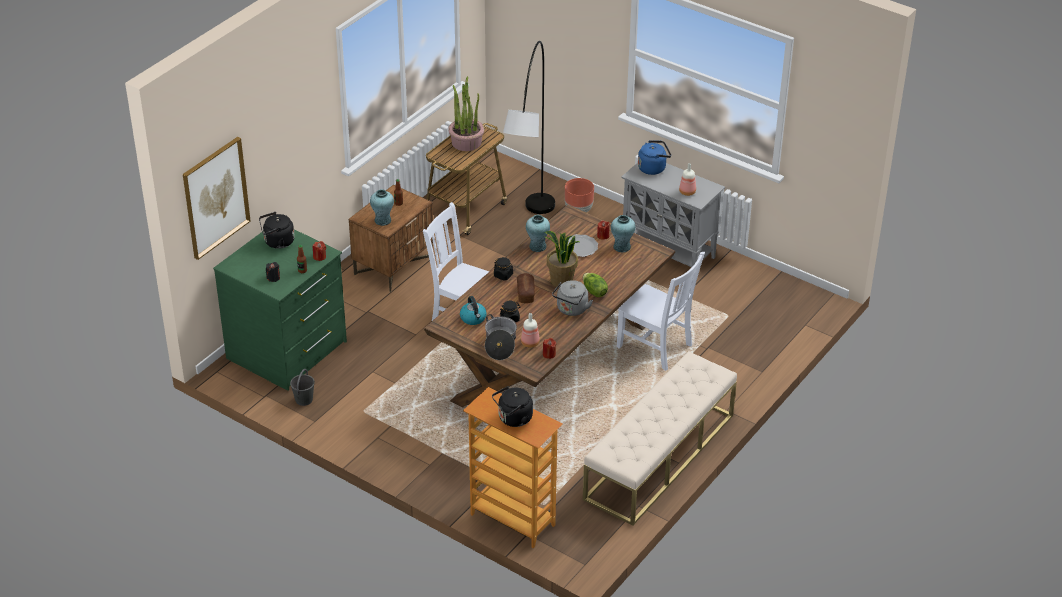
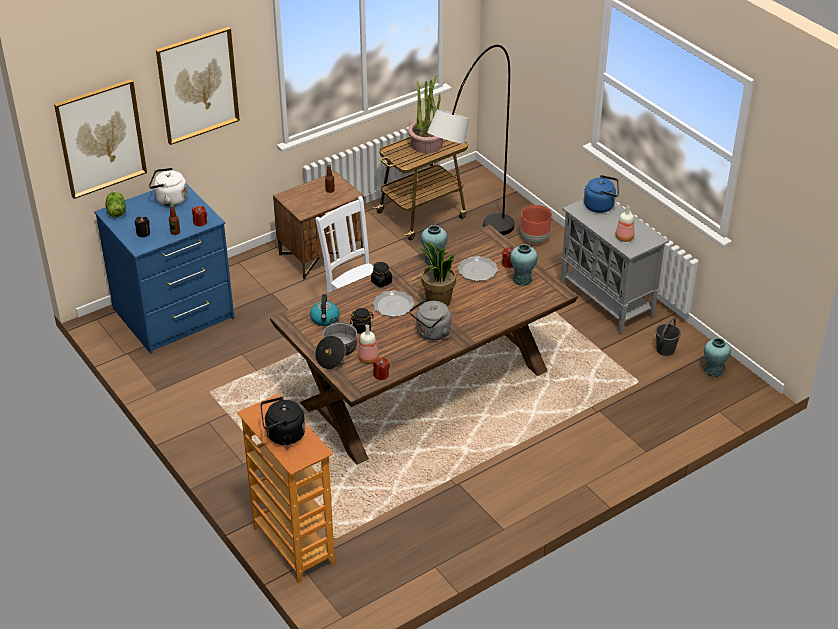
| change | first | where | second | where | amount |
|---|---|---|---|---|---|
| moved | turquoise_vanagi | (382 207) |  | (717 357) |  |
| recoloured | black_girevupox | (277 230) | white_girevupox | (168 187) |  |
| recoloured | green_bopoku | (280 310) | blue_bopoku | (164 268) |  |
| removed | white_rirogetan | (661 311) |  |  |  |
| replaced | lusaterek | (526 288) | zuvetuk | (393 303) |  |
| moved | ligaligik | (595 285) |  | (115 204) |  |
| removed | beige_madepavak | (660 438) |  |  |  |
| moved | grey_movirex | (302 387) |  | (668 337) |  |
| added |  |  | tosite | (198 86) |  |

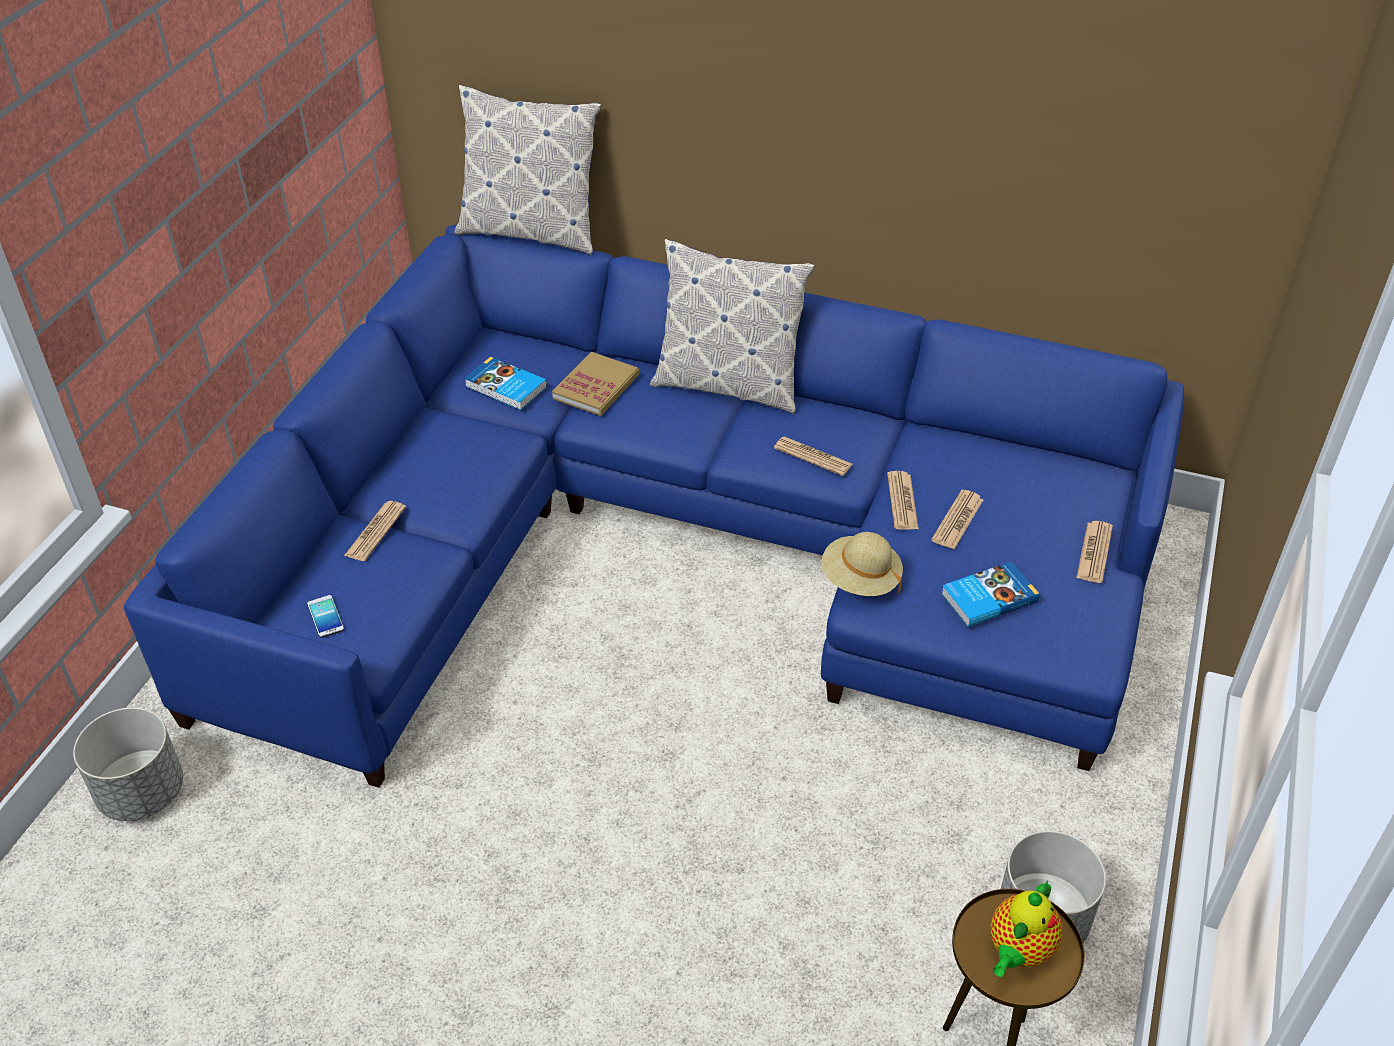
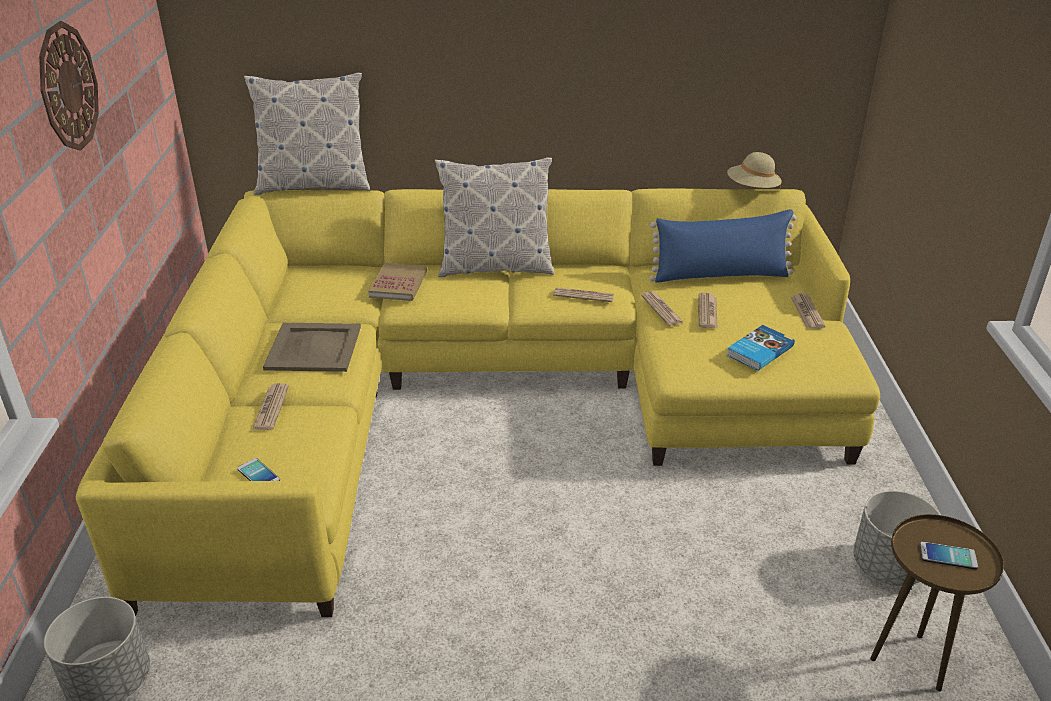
| change | first | where | second | where | amount |
|---|---|---|---|---|---|
| recoloured | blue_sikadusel | (654 506) | yellow_sikadusel | (478 402) |  |
| removed | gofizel | (505 383) |  |  |  |
| moved | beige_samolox | (862 564) |  | (754 170) |  |
| replaced | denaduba | (1026 929) | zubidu | (949 555) |  |
| added |  |  | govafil | (69 85) |  |
| added |  |  | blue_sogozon | (722 246) |  |
| added |  |  | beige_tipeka | (312 347) |  |

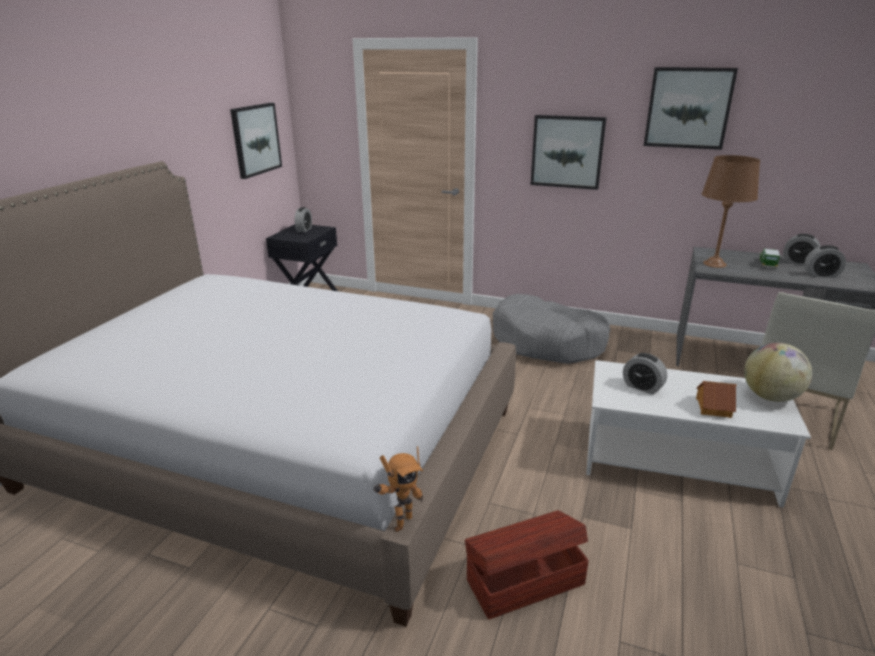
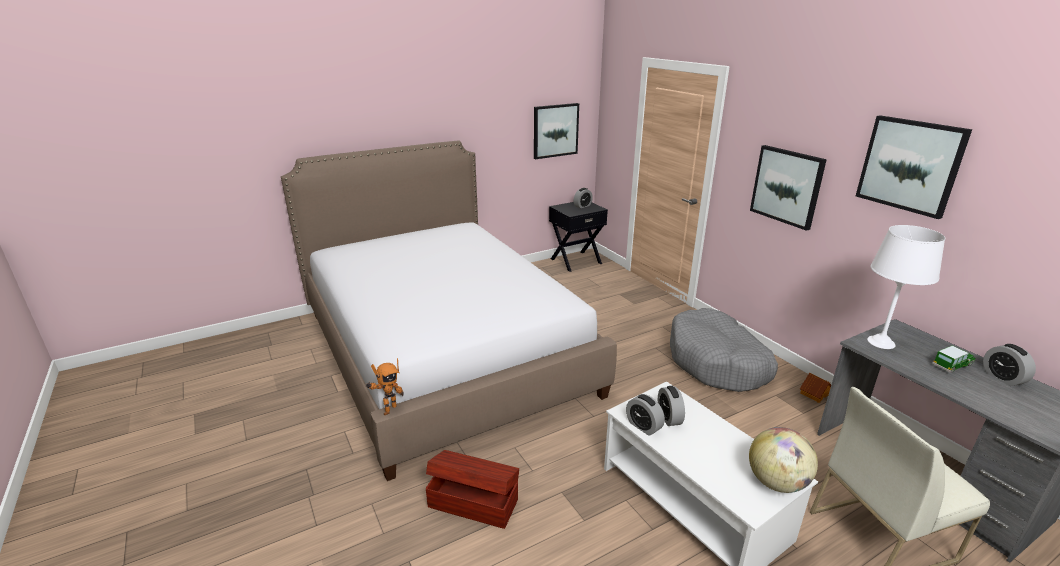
| change | first | where | second | where | amount |
|---|---|---|---|---|---|
| recoloured | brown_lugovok | (731 211) | white_lugovok | (906 287) |  |
| moved | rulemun | (825 261) |  | (645 415) |  |
| moved | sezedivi | (716 399) |  | (815 388) |  |
| turned | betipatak | (398 489) |  | (384 386) | 45 degrees counterclockwise |

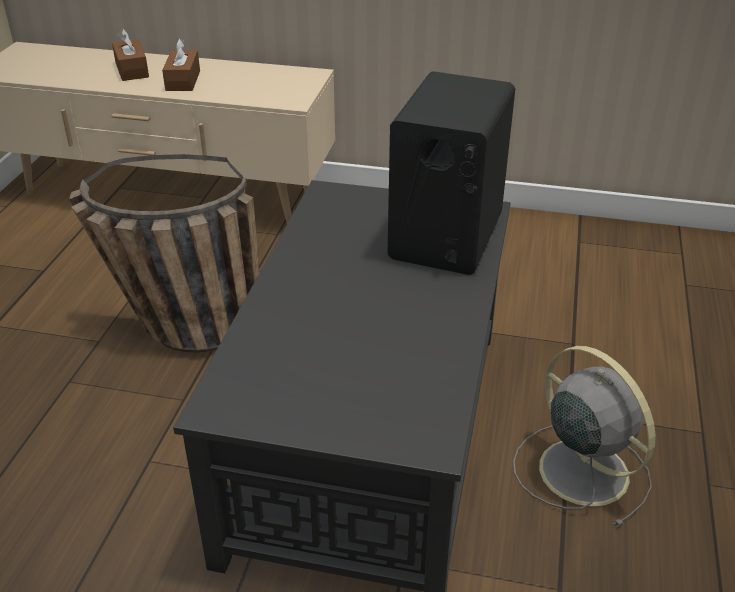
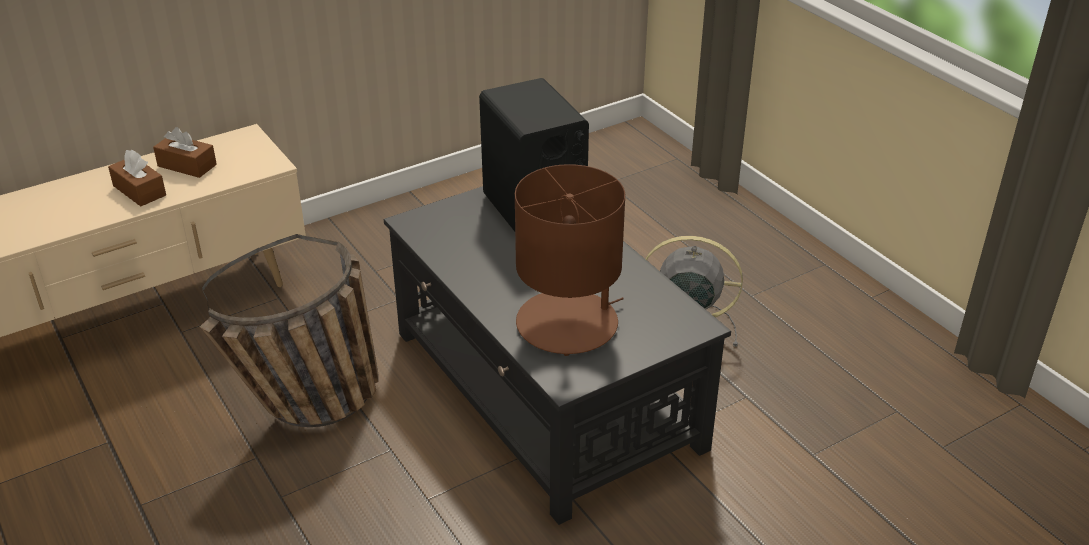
| change | first | where | second | where | amount |
|---|---|---|---|---|---|
| moved | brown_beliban | (130 55) |  | (185 152) |  |
| added |  |  | brown_lugovok | (570 260) |  |

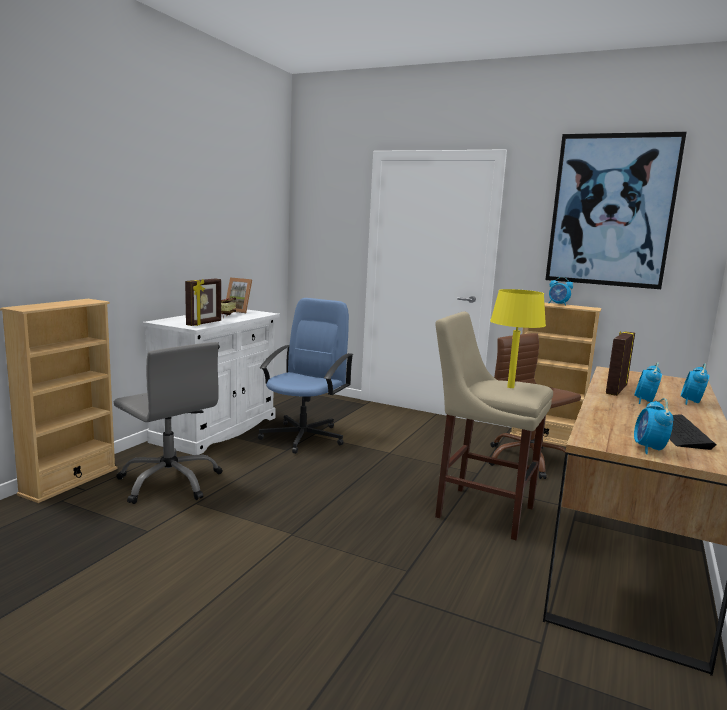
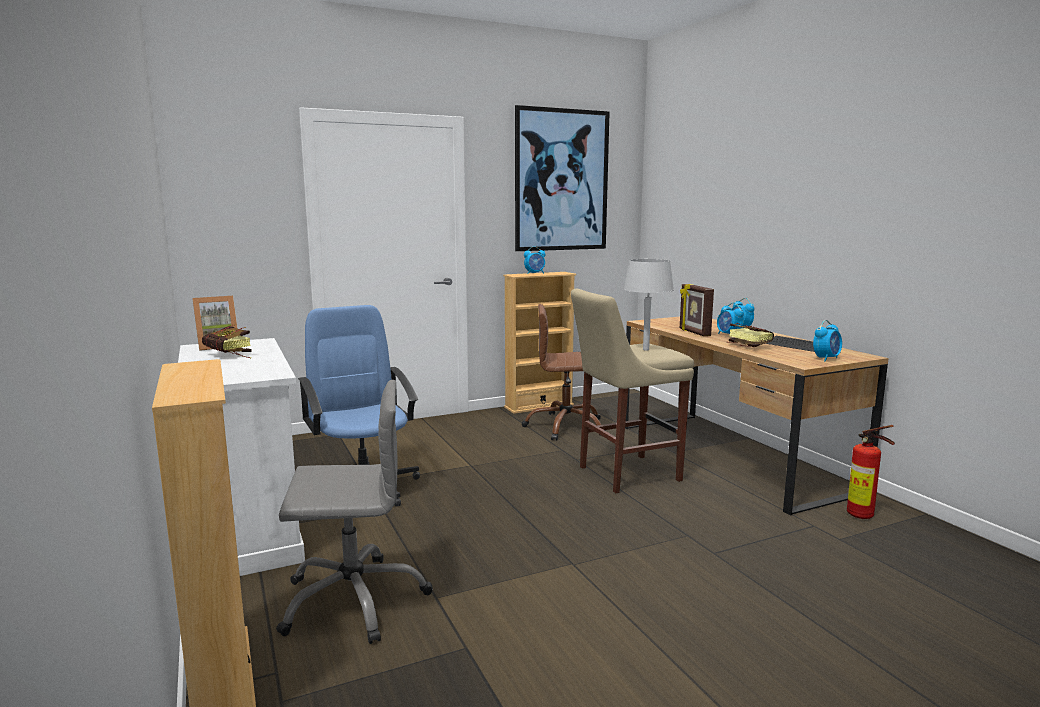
| change | first | where | second | where | amount |
|---|---|---|---|---|---|
| removed | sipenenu | (203 302) |  |  |  |
| recoloured | yellow_lugovok | (518 338) | grey_lugovok | (648 305) |  |
| turned | rulemun | (653 426) |  | (827 340) | 90 degrees counterclockwise |
| added |  |  | gofizel | (750 335) |  |
| added |  |  | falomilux | (871 472) |  |

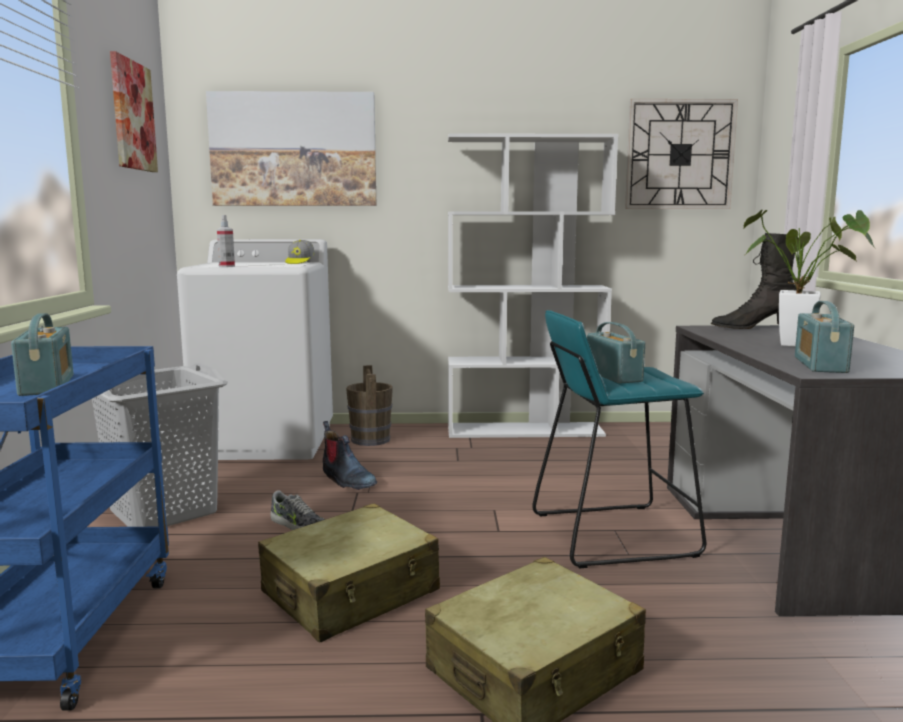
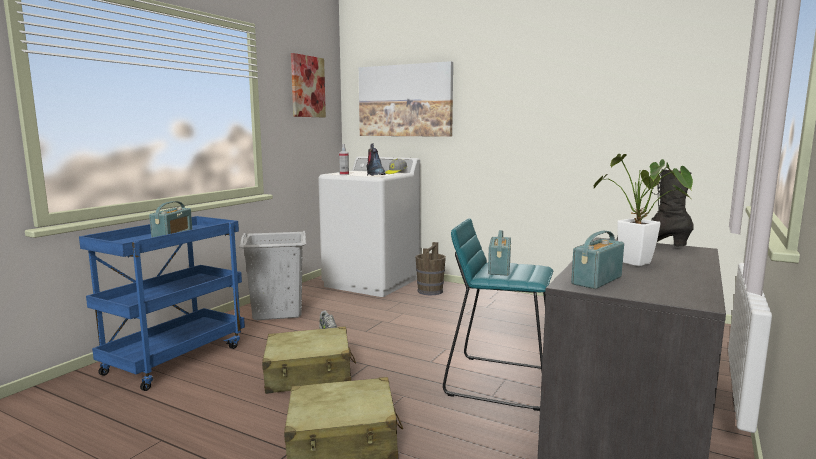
| change | first | where | second | where | amount |
|---|---|---|---|---|---|
| removed | govafil | (681 154) |  |  |  |
| removed | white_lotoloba | (533 285) |  |  |  |
| moved | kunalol | (350 455) |  | (376 160) |  |

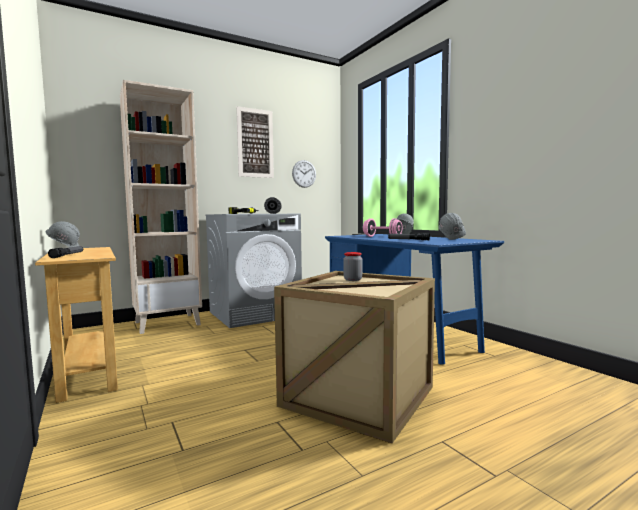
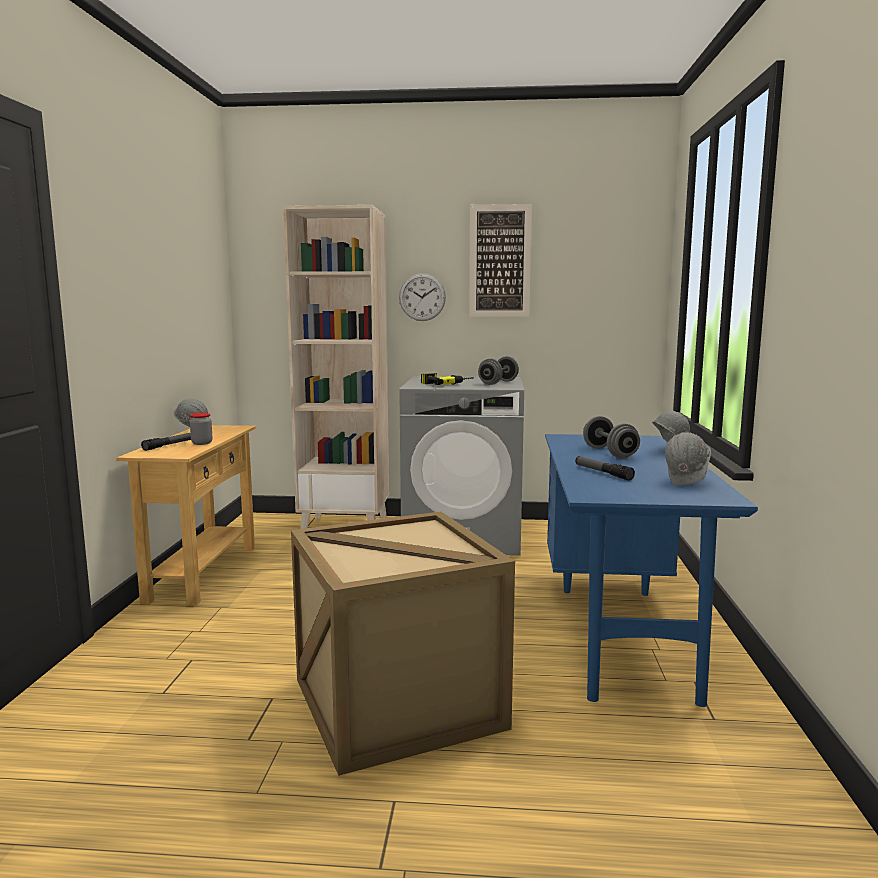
| change | first | where | second | where | amount |
|---|---|---|---|---|---|
| moved | govafil | (304 174) |  | (422 297) |  |
| recoloured | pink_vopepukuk | (383 227) | grey_vopepukuk | (611 437) |  |
| moved | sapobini | (352 266) |  | (201 429) |  |

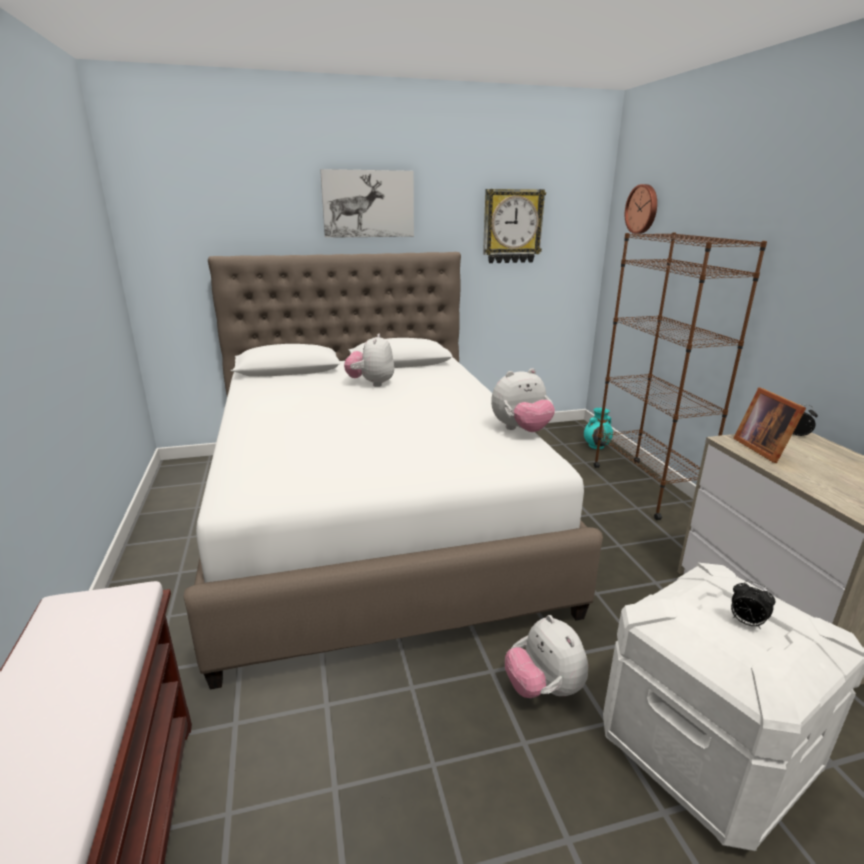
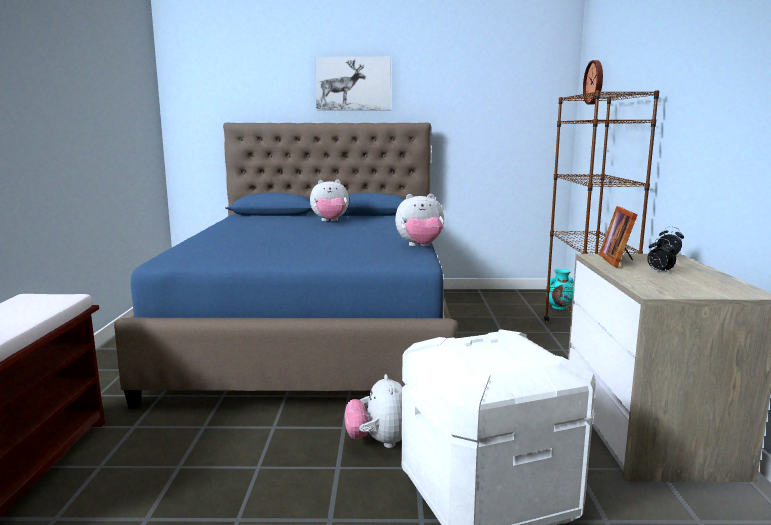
| change | first | where | second | where | amount |
|---|---|---|---|---|---|
| removed | govafil | (514 226) |  |  |  |
| recoloured | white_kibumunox | (393 470) | blue_kibumunox | (285 266) |  |
| turned | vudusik | (369 360) |  | (329 200) | 120 degrees counterclockwise |
| moved | rulemun | (753 605) |  | (661 256) |  |

